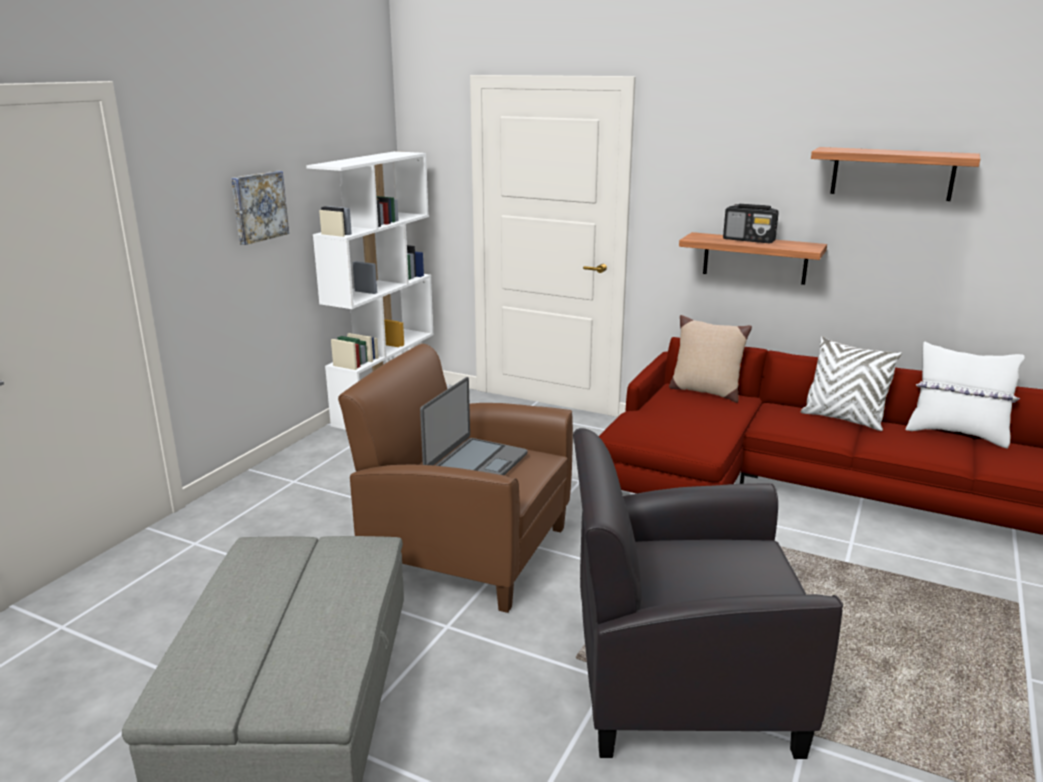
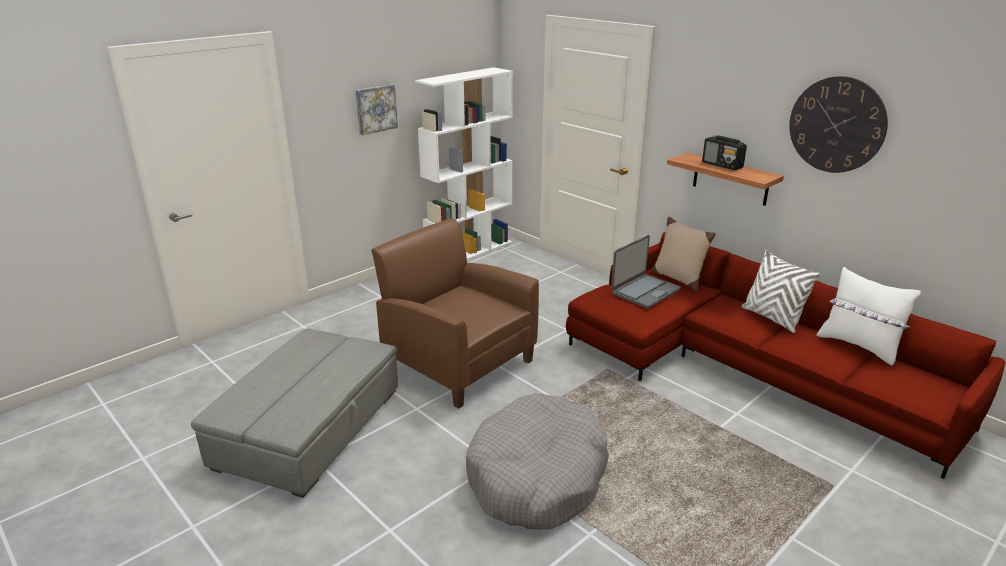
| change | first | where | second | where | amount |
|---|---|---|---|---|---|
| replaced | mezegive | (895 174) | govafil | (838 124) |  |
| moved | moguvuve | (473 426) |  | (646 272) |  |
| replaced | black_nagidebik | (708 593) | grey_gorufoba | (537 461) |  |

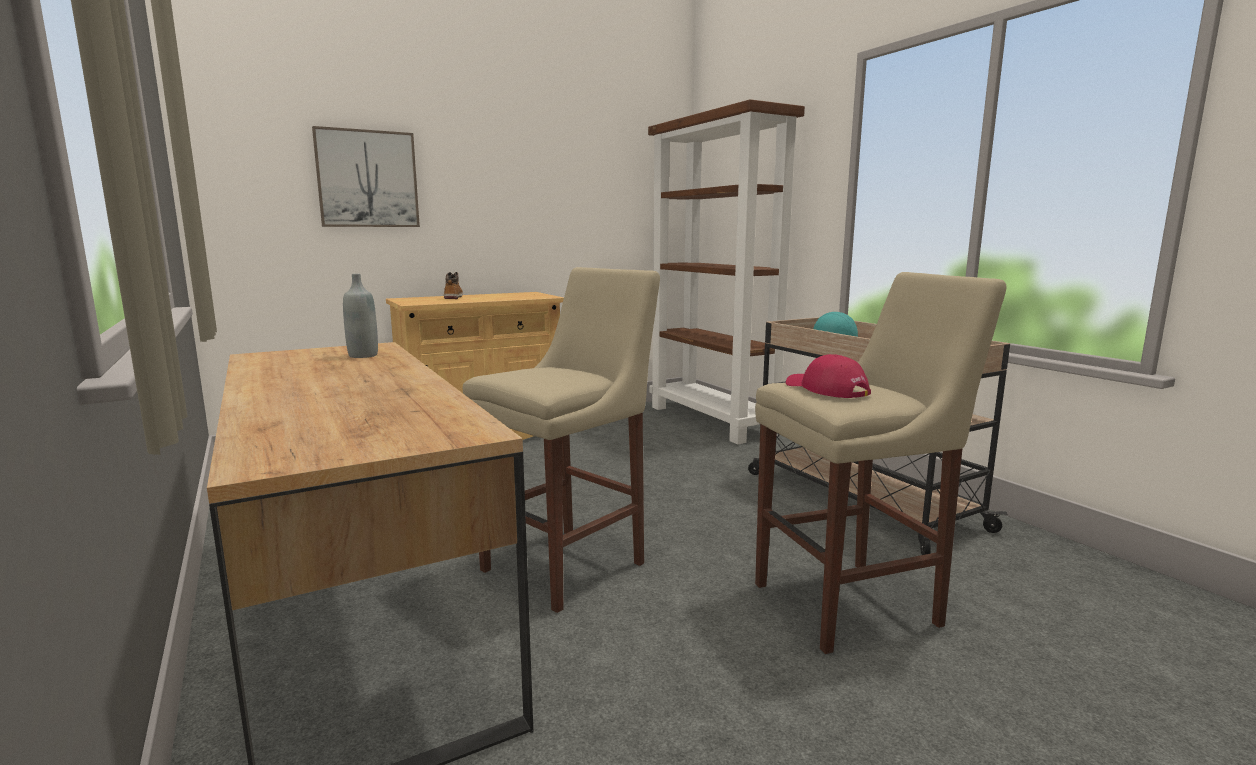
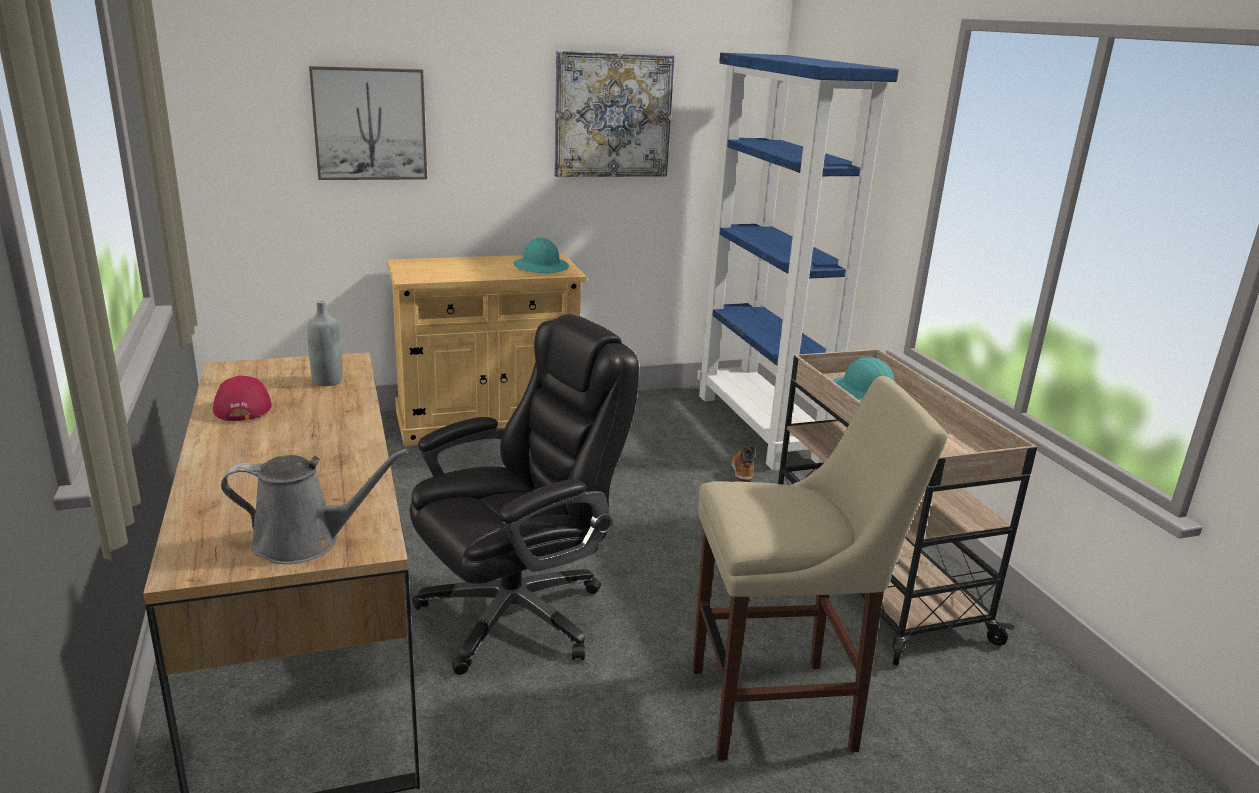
| change | first | where | second | where | amount |
|---|---|---|---|---|---|
| recoloured | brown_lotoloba | (726 271) | blue_lotoloba | (798 262) |  |
| replaced | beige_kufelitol | (561 440) | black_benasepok | (524 494) |  |
| moved | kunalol | (453 285) |  | (743 464) |  |
| moved | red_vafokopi | (828 376) |  | (242 398) |  |
| added |  |  | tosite | (614 114) |  |
| added |  |  | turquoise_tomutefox | (541 255) |  |
| added |  |  | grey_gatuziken | (314 506) |  |

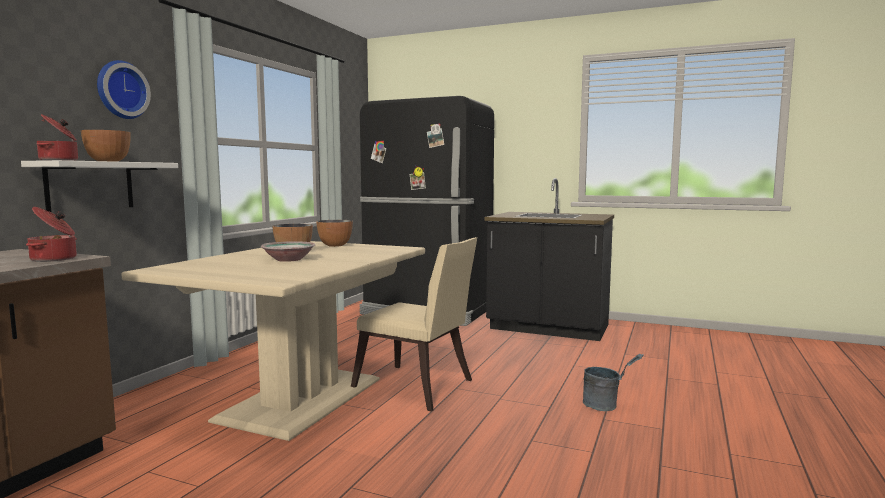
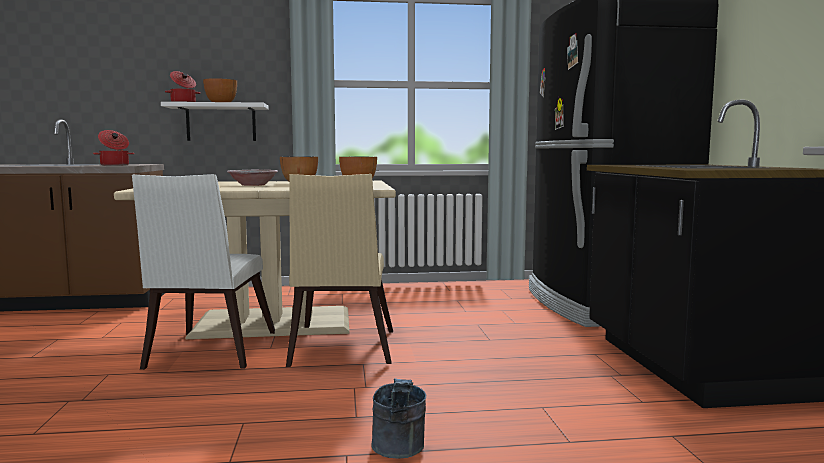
| change | first | where | second | where | amount |
|---|---|---|---|---|---|
| removed | govafil | (124 89) |  |  |  |
| added |  |  | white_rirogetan | (203 272) |  |

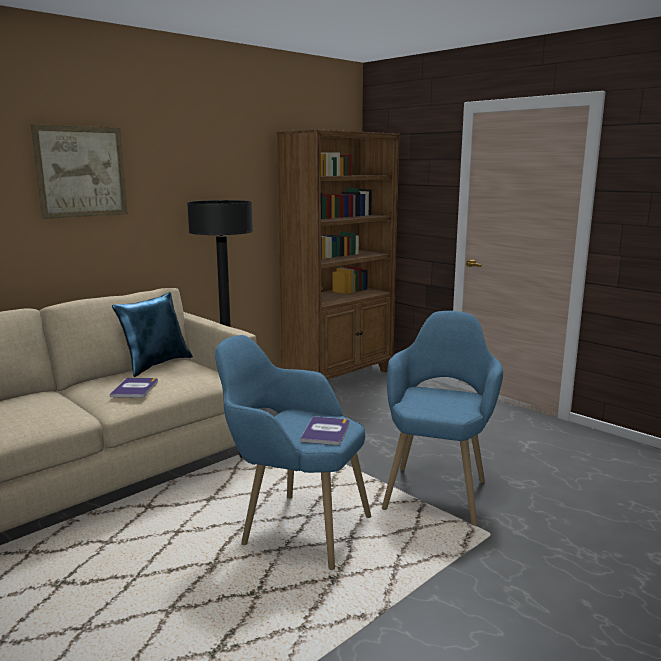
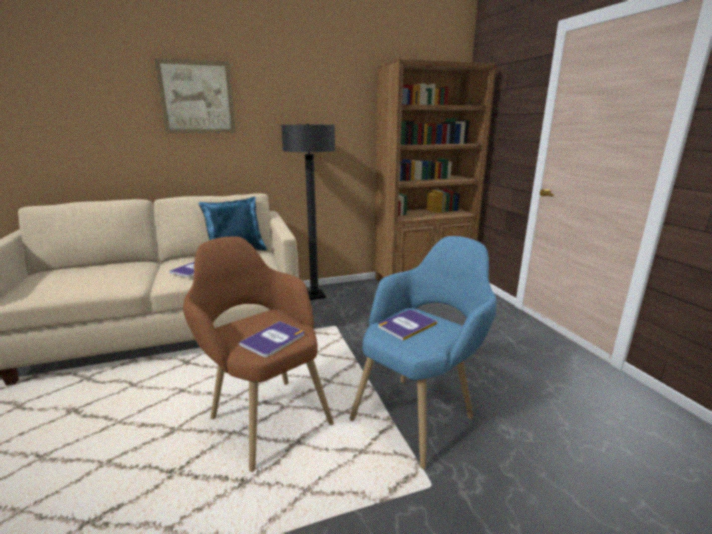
| change | first | where | second | where | amount |
|---|---|---|---|---|---|
| recoloured | blue_nagidebik | (293 452) | brown_nagidebik | (258 354) |  |
| added |  |  | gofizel | (407 325) |  |

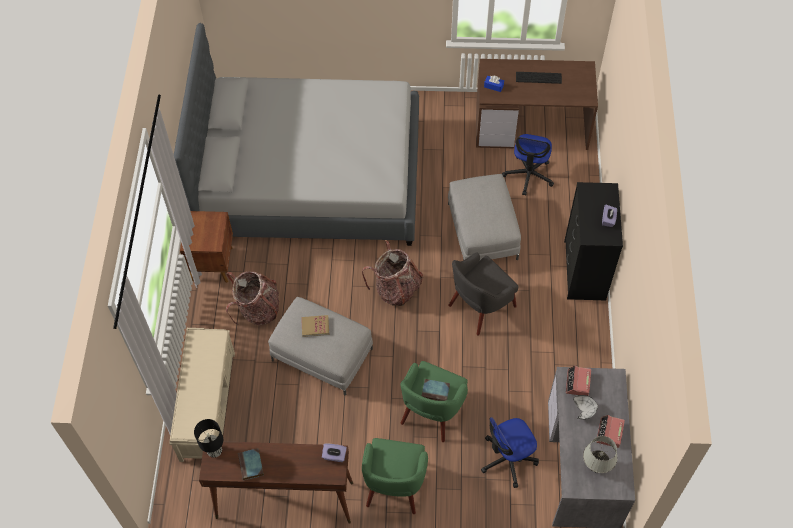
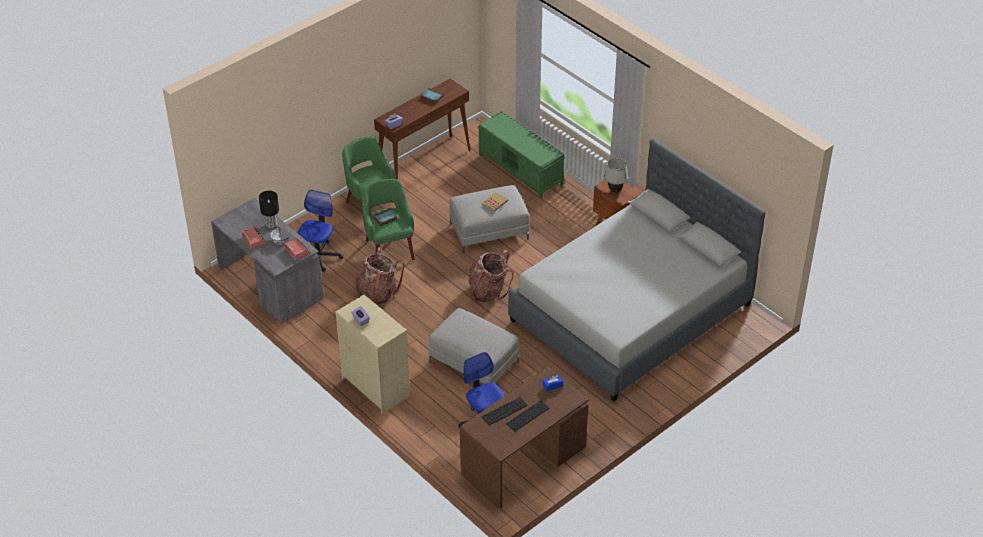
| change | first | where | second | where | amount |
|---|---|---|---|---|---|
| recoloured | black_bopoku | (593 241) | beige_bopoku | (372 354) |  |
| removed | grey_nagidebik | (483 293) |  |  |  |
| moved | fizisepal | (252 298) |  | (379 276) |  |
| recoloured | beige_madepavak | (202 395) | green_madepavak | (521 155) |  |
| moved | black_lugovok | (208 438) |  | (269 209) |  |
| moved | white_lugovok | (600 454) |  | (616 175) |  |
| added |  |  | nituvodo | (505 411) |  |

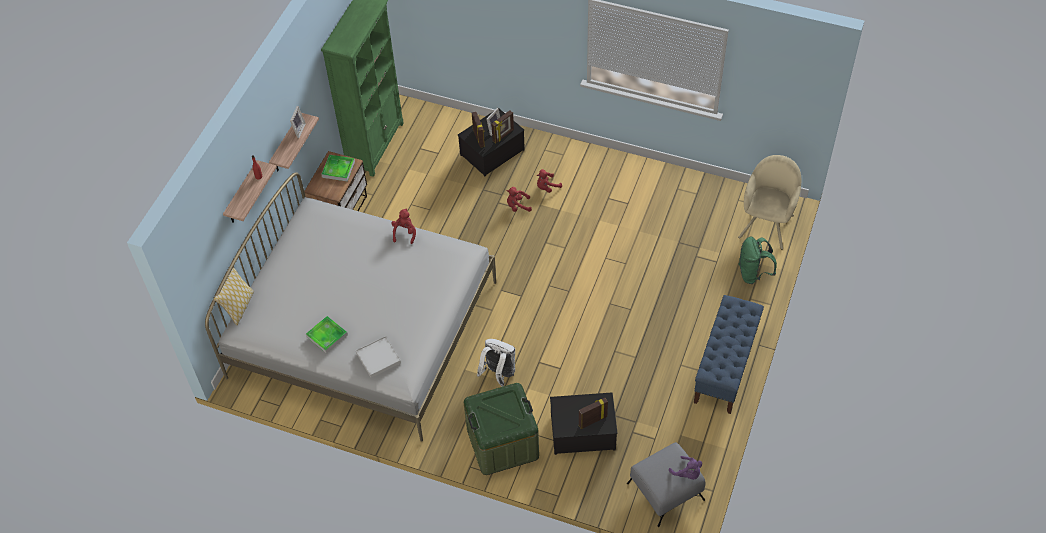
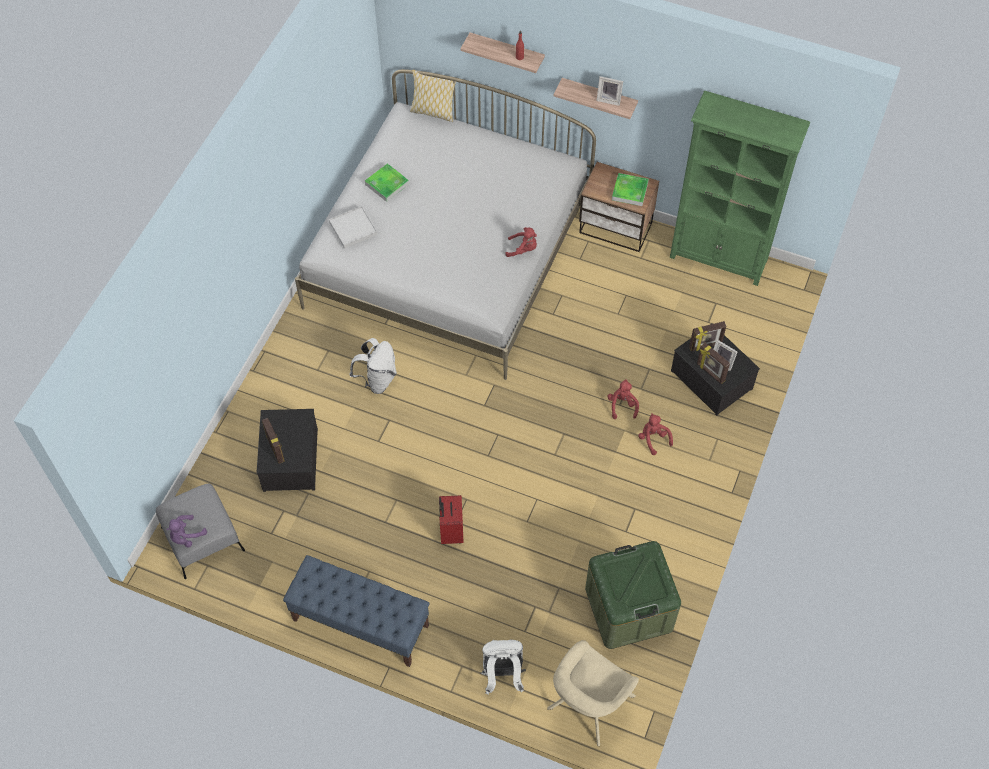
| change | first | where | second | where | amount |
|---|---|---|---|---|---|
| turned | beige_nagidebik | (769 202) |  | (593 693) | 105 degrees clockwise |
| recoloured | green_fizisepal | (757 260) | white_fizisepal | (503 666) |  |
| moved | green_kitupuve | (501 429) |  | (633 595) |  |
| added |  |  | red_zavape | (451 519) |  |

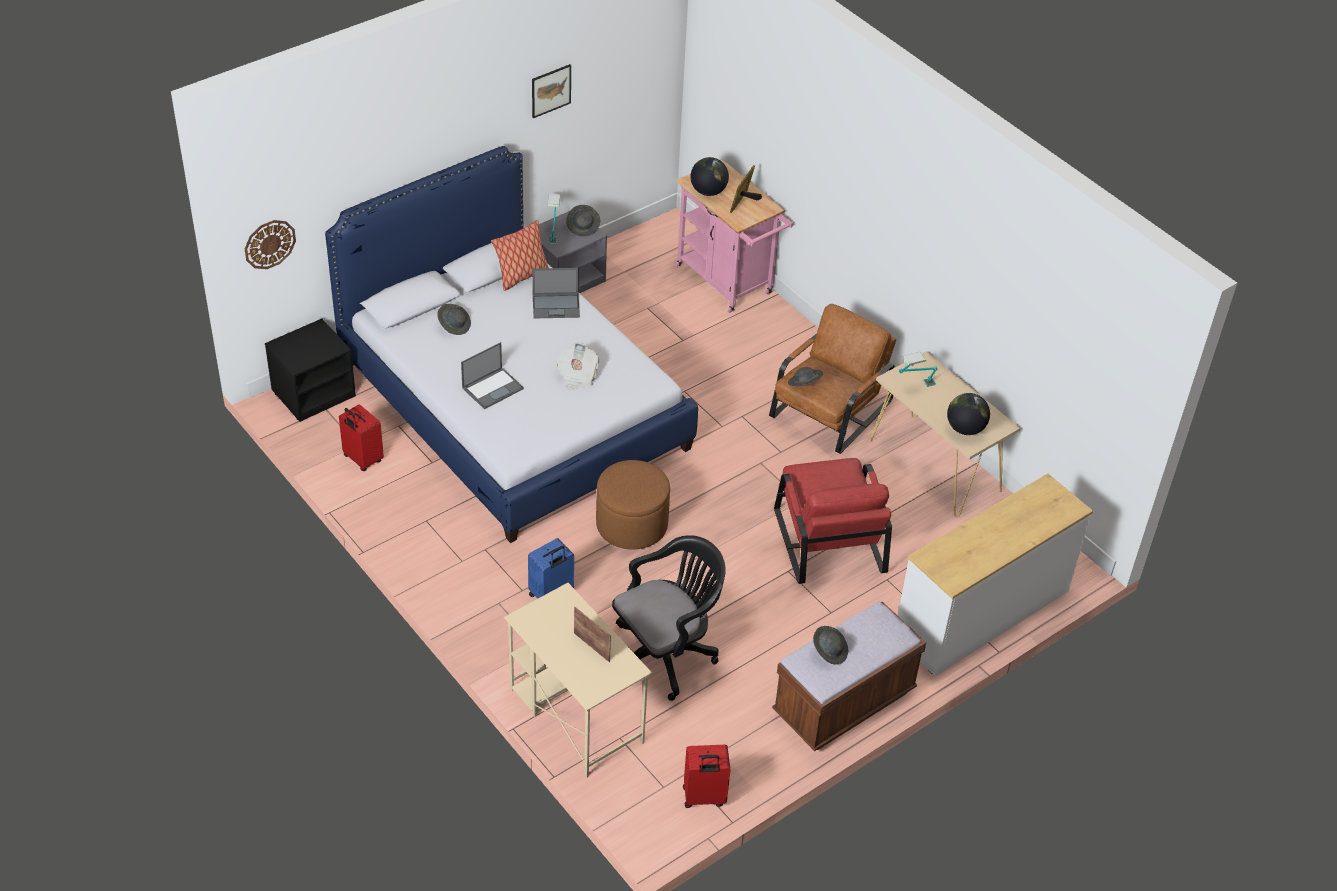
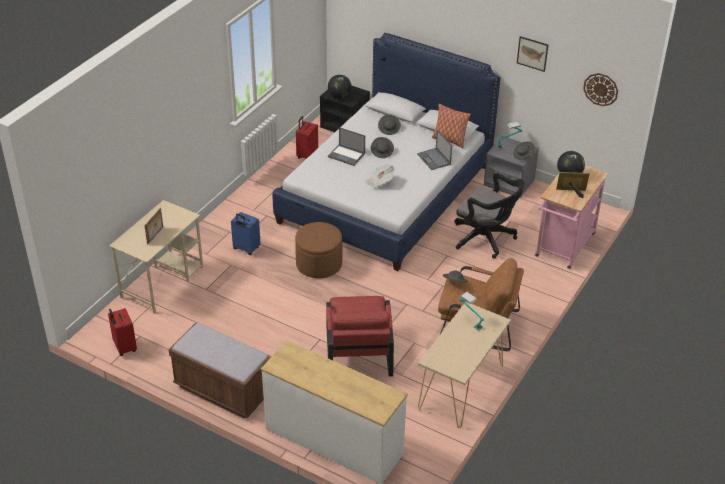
| change | first | where | second | where | amount |
|---|---|---|---|---|---|
| moved | govafil | (270 244) |  | (600 89) |  |
| moved | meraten | (968 414) |  | (340 87) |  |
| turned | red_nagidebik | (833 521) |  | (360 336) | 60 degrees counterclockwise |
| moved | black_benasepok | (669 618) |  | (489 215) |  |
| moved | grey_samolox | (830 645) |  | (382 147) |  |

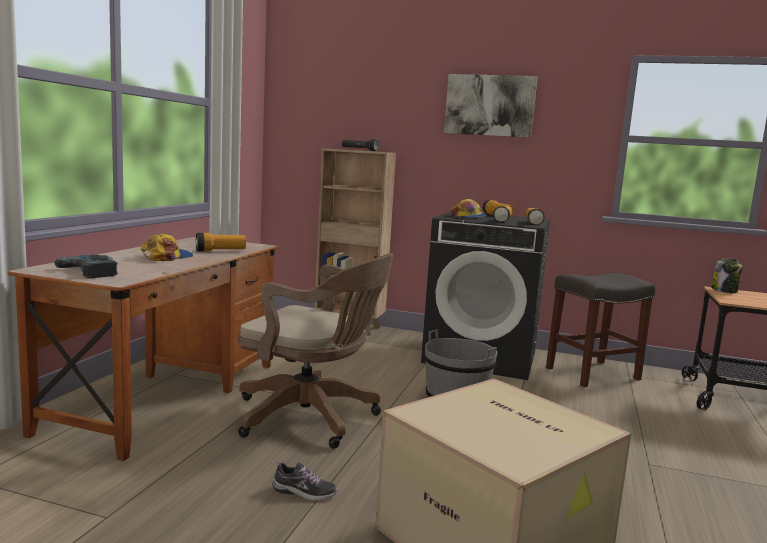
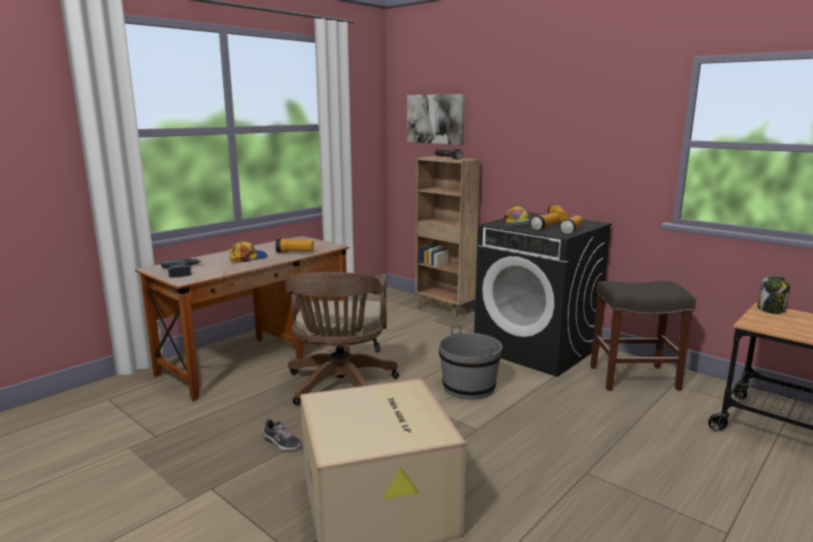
| change | first | where | second | where | amount |
|---|---|---|---|---|---|
| moved | tosite | (491 106) |  | (436 119) |  |
| turned | brown_benasepok | (315 351) |  | (342 338) | 45 degrees clockwise |

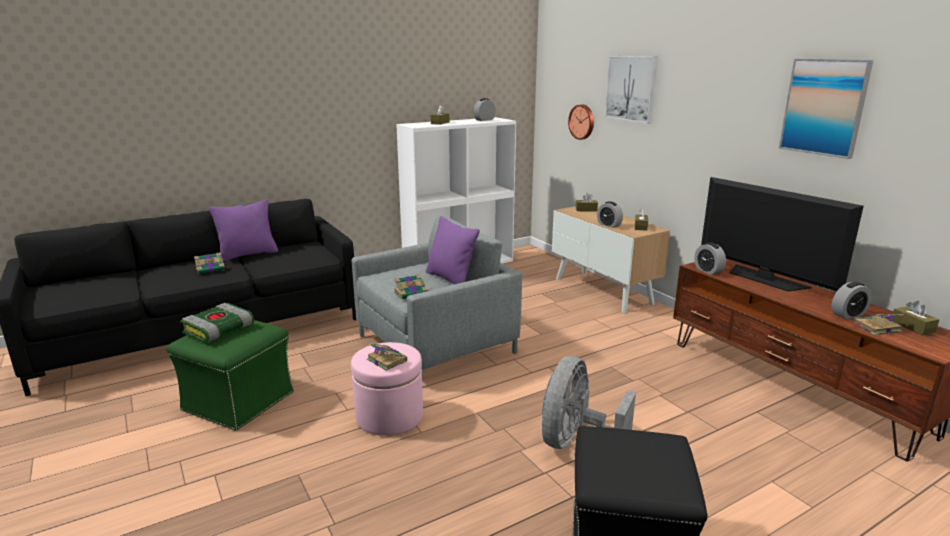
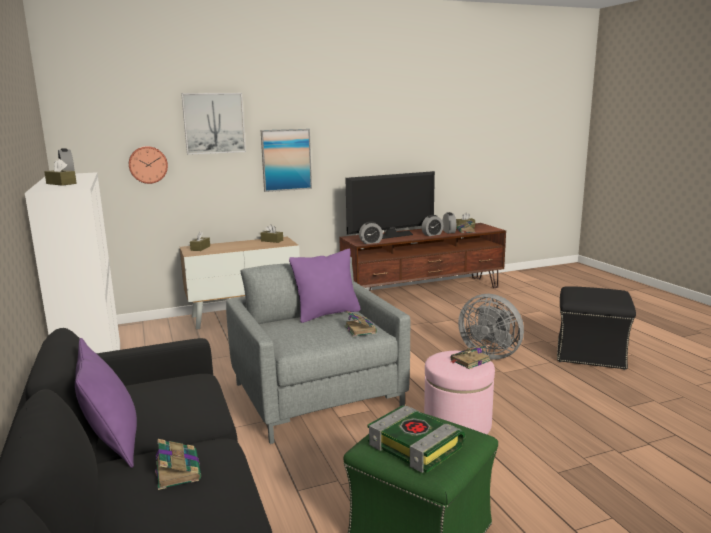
| change | first | where | second | where | amount |
|---|---|---|---|---|---|
| moved | tosite | (826 109) |  | (286 160) |  |
| moved | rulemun | (610 214) |  | (432 225) |  |

